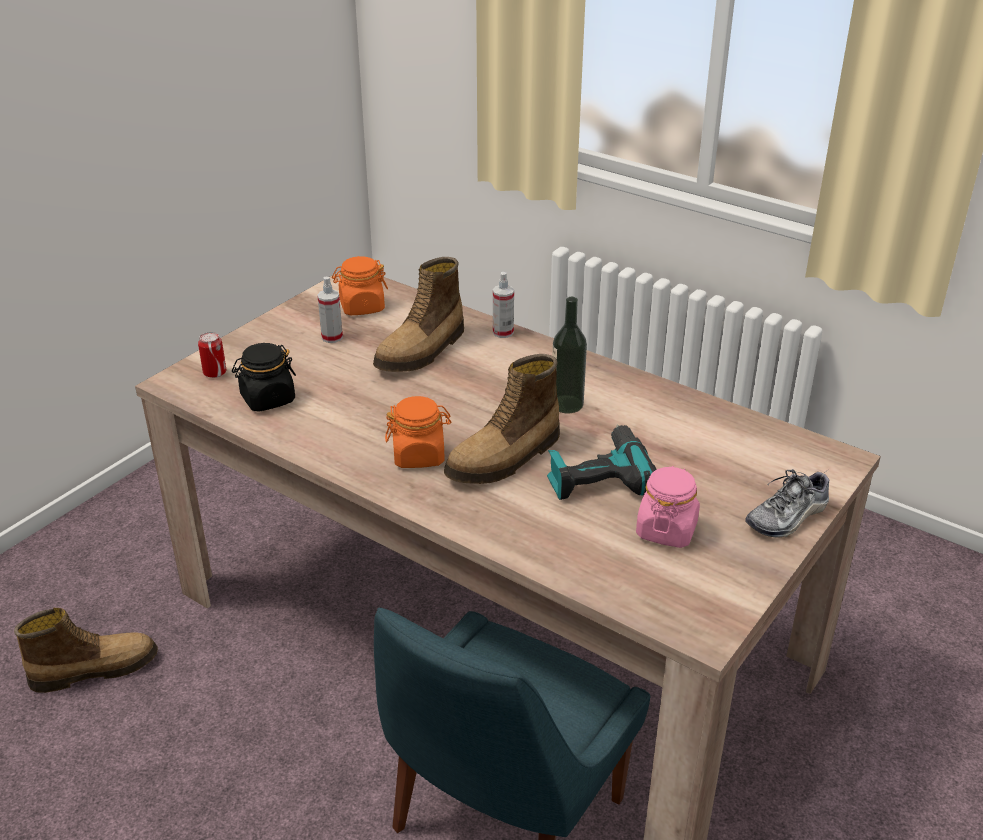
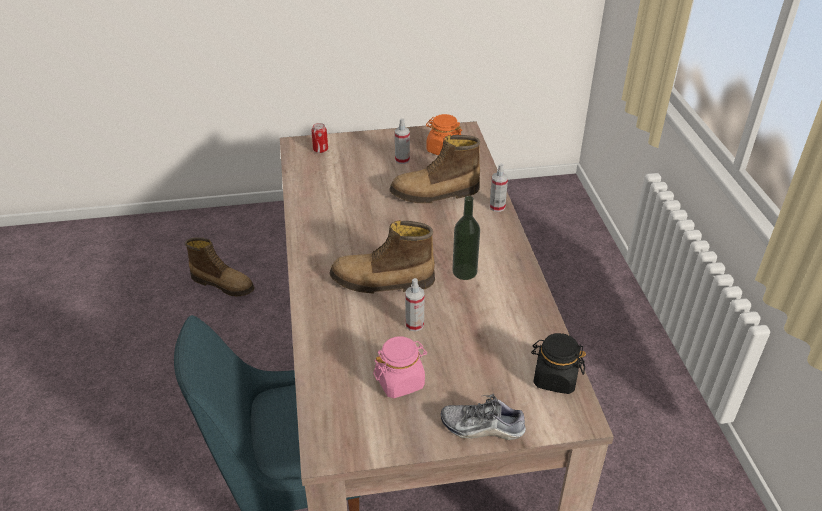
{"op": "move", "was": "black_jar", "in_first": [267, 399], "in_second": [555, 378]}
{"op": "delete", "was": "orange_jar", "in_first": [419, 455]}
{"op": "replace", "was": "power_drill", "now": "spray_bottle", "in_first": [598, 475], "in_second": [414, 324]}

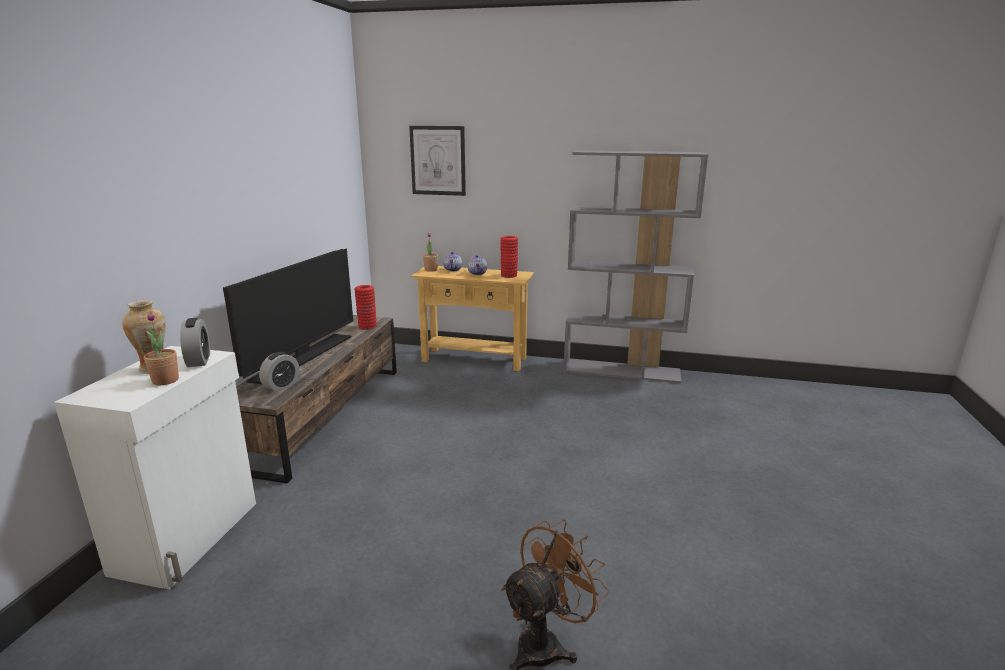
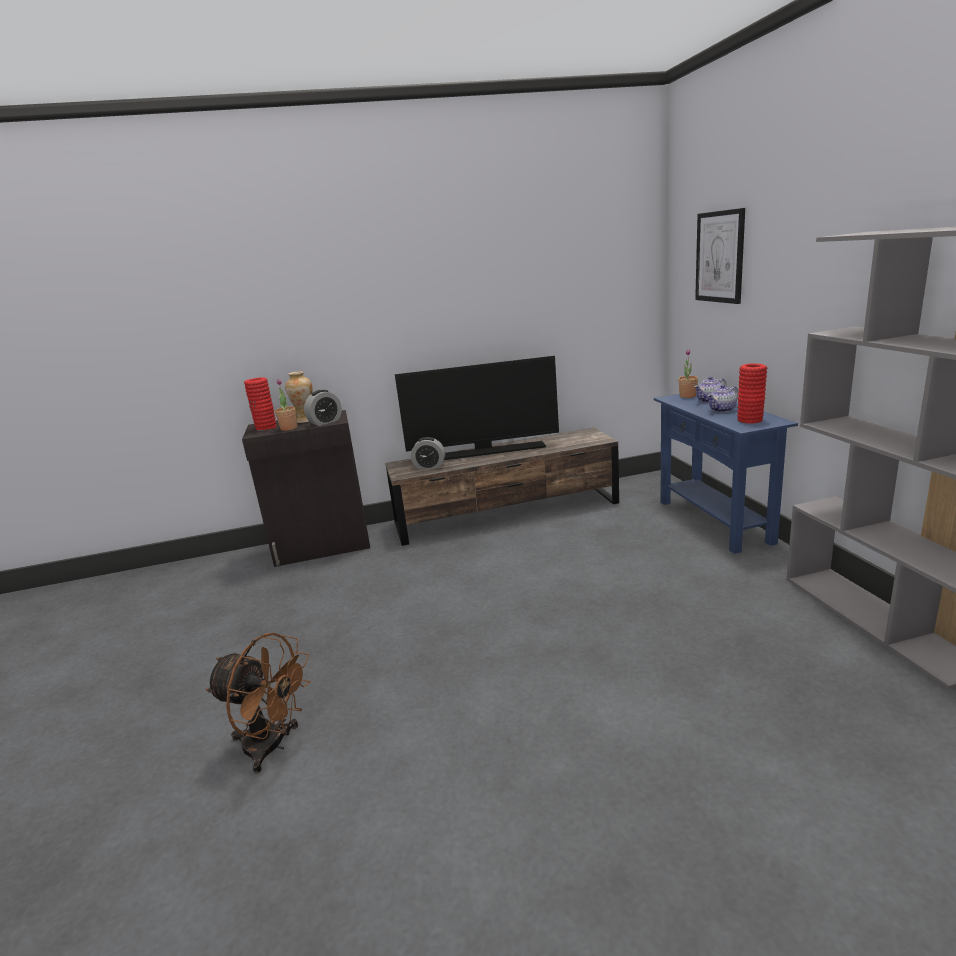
{"op": "recolor", "was": "white_cabinet", "now": "black_cabinet", "in_first": [189, 536], "in_second": [323, 547]}
{"op": "move", "was": "red_vase", "in_first": [367, 326], "in_second": [266, 428]}
{"op": "recolor", "was": "beige_console_table", "now": "blue_console_table", "in_first": [474, 359], "in_second": [713, 521]}

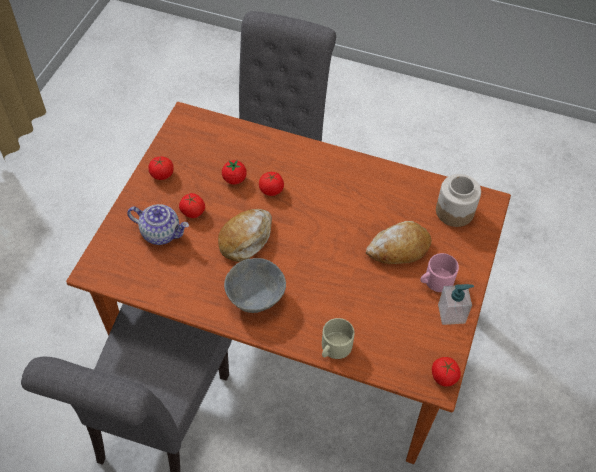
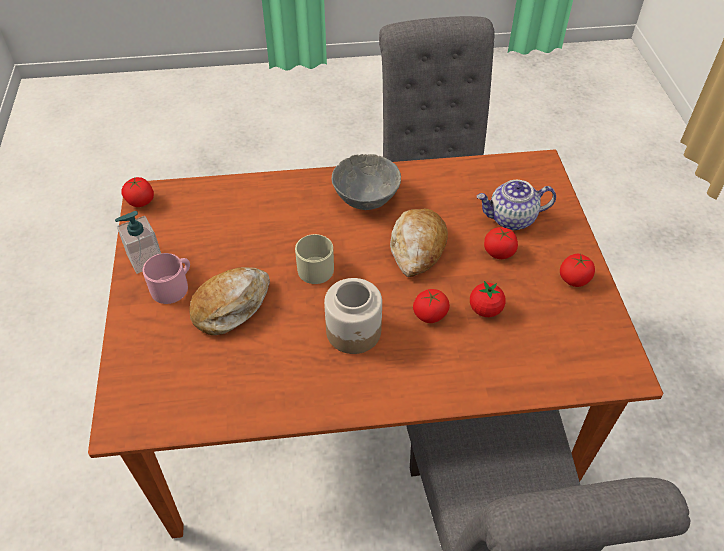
{"op": "move", "was": "beige_mug", "in_first": [334, 348], "in_second": [317, 266]}
{"op": "move", "was": "jar", "in_first": [454, 211], "in_second": [354, 332]}

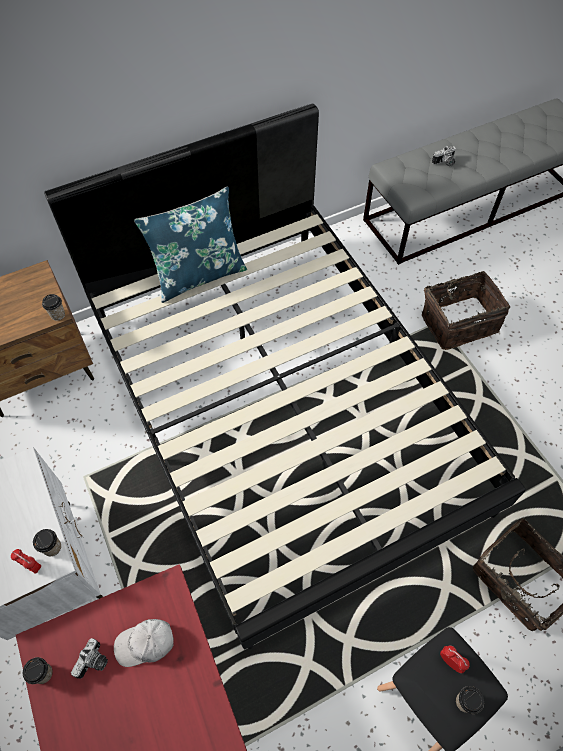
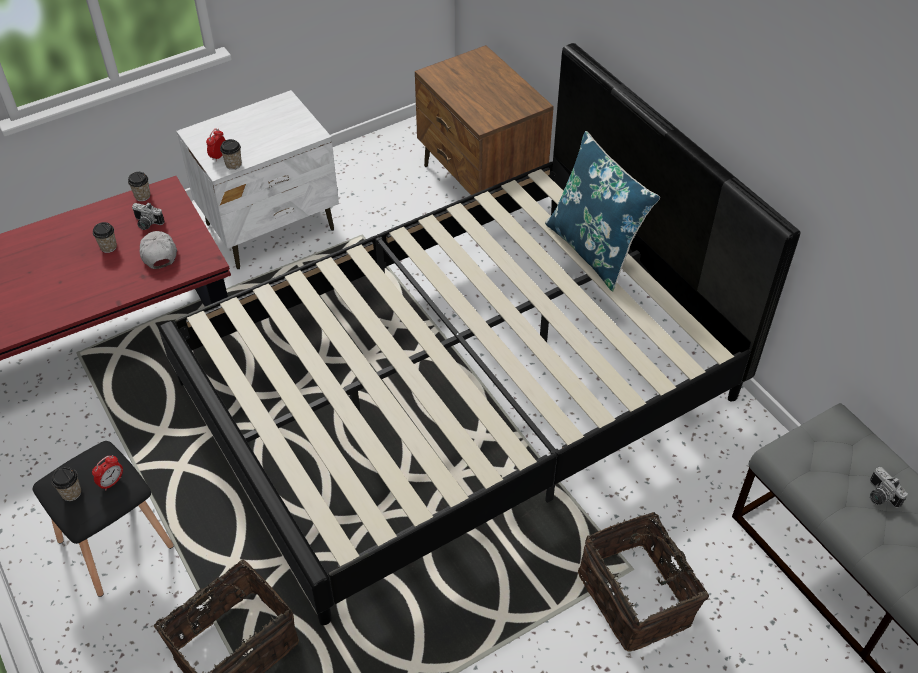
{"op": "move", "was": "cup", "in_first": [58, 315], "in_second": [108, 247]}

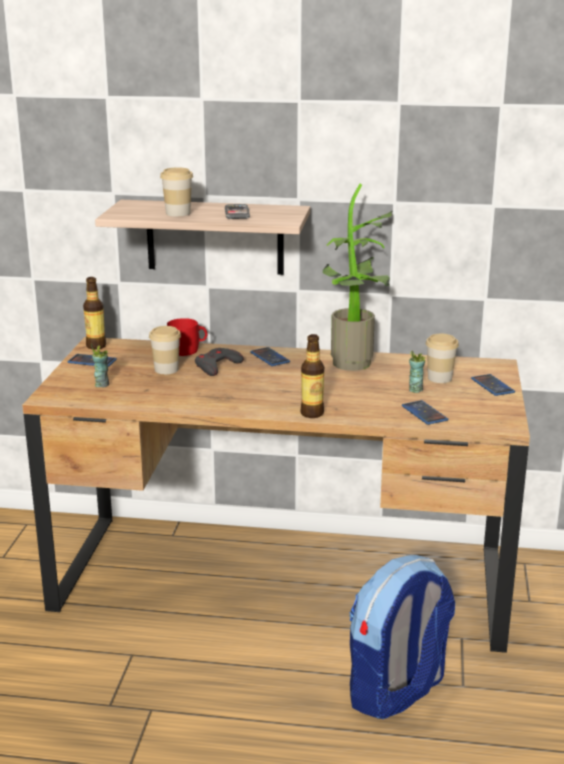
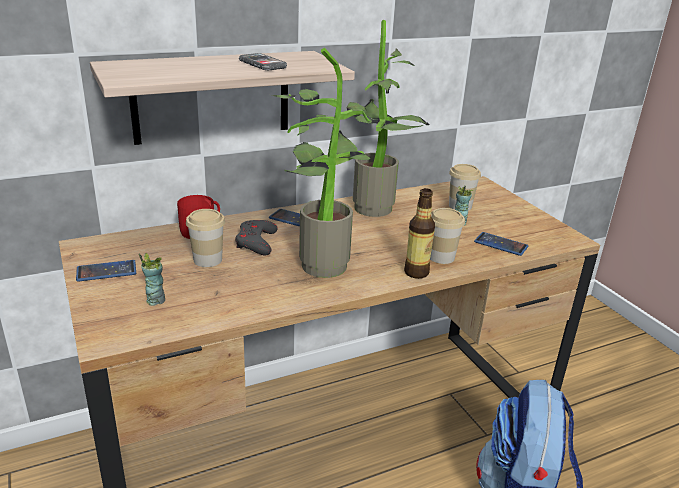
{"op": "delete", "was": "bottle", "in_first": [96, 346]}
{"op": "move", "was": "cup", "in_first": [178, 213], "in_second": [441, 257]}
{"op": "delete", "was": "phone", "in_first": [492, 386]}
{"op": "insert", "now": "potted_plant", "in_second": [321, 262]}

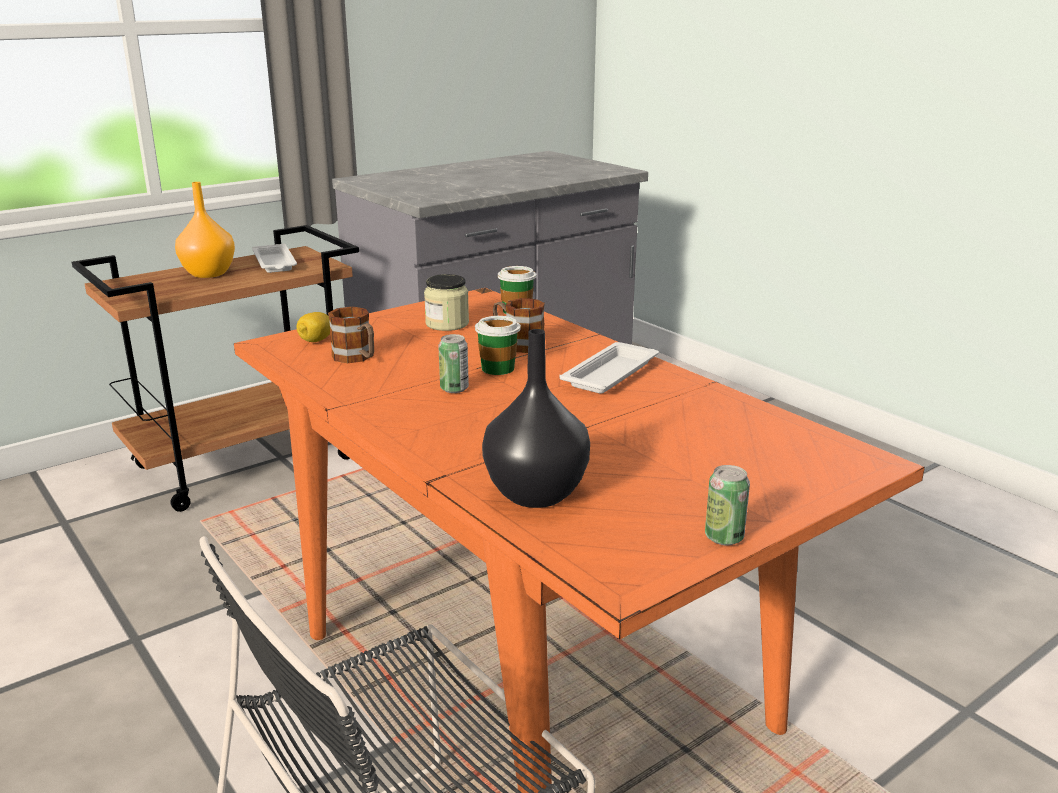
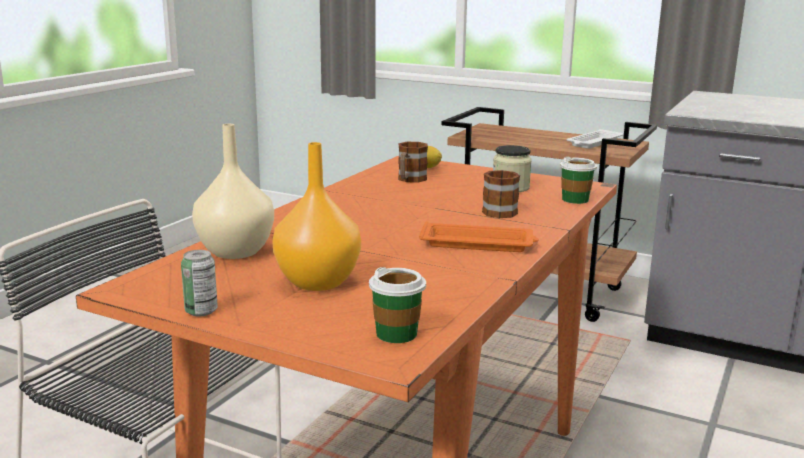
{"op": "move", "was": "orange_vase", "in_first": [209, 274], "in_second": [317, 283]}
{"op": "delete", "was": "can", "in_first": [454, 389]}
{"op": "move", "was": "cup", "in_first": [498, 368], "in_second": [397, 334]}
{"op": "recolor", "was": "black_vase", "now": "beige_vase", "in_first": [536, 495], "in_second": [234, 252]}
{"op": "recolor", "was": "white_tray", "now": "orange_tray", "in_first": [611, 373], "in_second": [479, 244]}

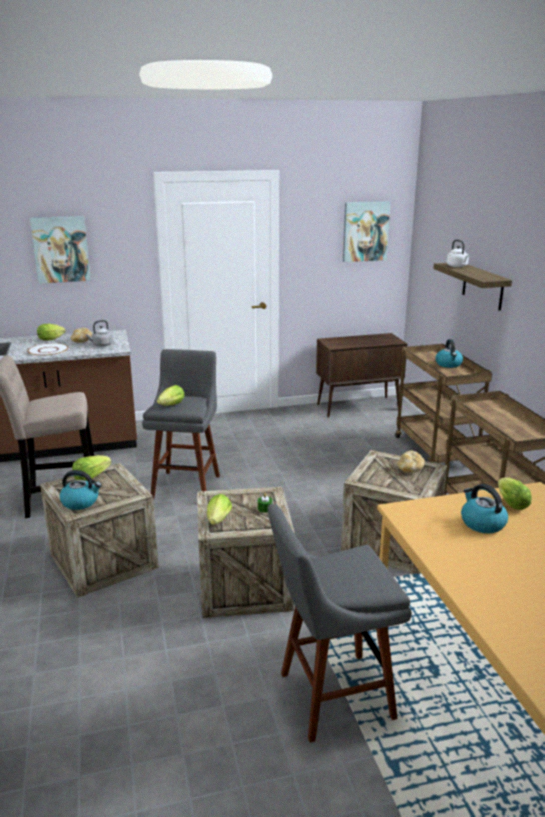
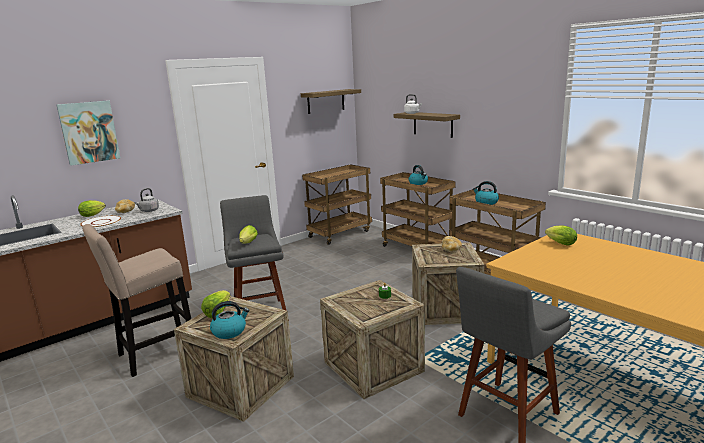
{"op": "delete", "was": "lettuce", "in_first": [218, 522]}
{"op": "replace", "was": "brown_cabinet", "now": "brown_cart", "in_first": [359, 407], "in_second": [340, 233]}
{"op": "replace", "was": "picture", "now": "shelf", "in_first": [365, 231], "in_second": [326, 101]}
{"op": "move", "was": "kettle", "in_first": [482, 523], "in_second": [486, 202]}

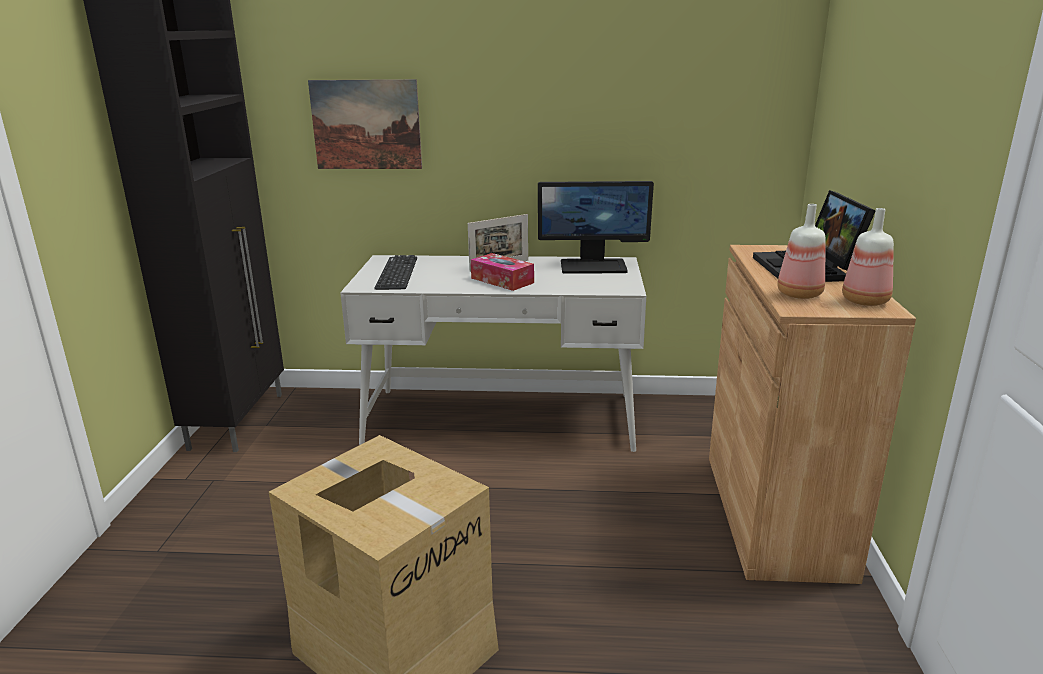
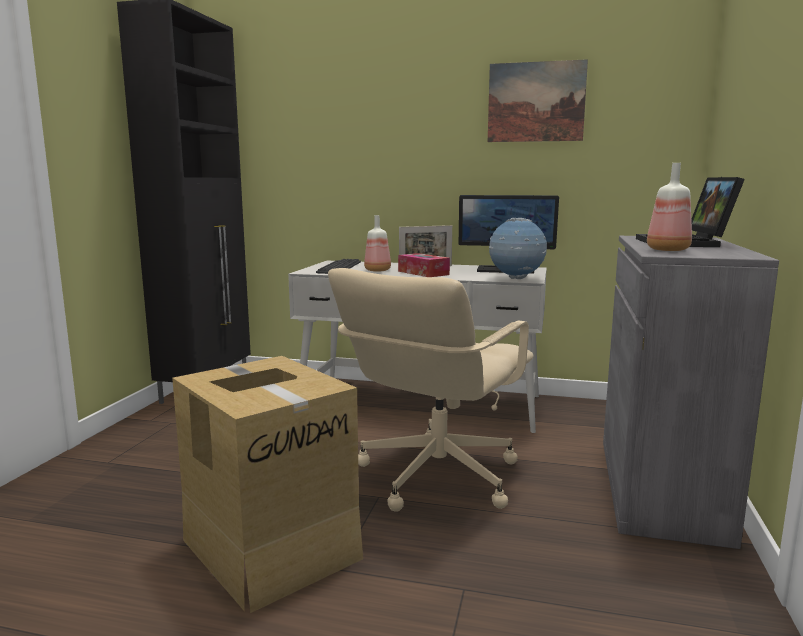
{"op": "move", "was": "picture", "in_first": [366, 125], "in_second": [536, 102]}
{"op": "recolor", "was": "brown_cabinet", "now": "grey_cabinet", "in_first": [775, 514], "in_second": [660, 487]}
{"op": "move", "was": "bottle", "in_first": [866, 301], "in_second": [378, 270]}
{"op": "insert", "now": "beige_office_chair", "in_second": [435, 476]}
{"op": "insert", "now": "globe", "in_second": [516, 279]}

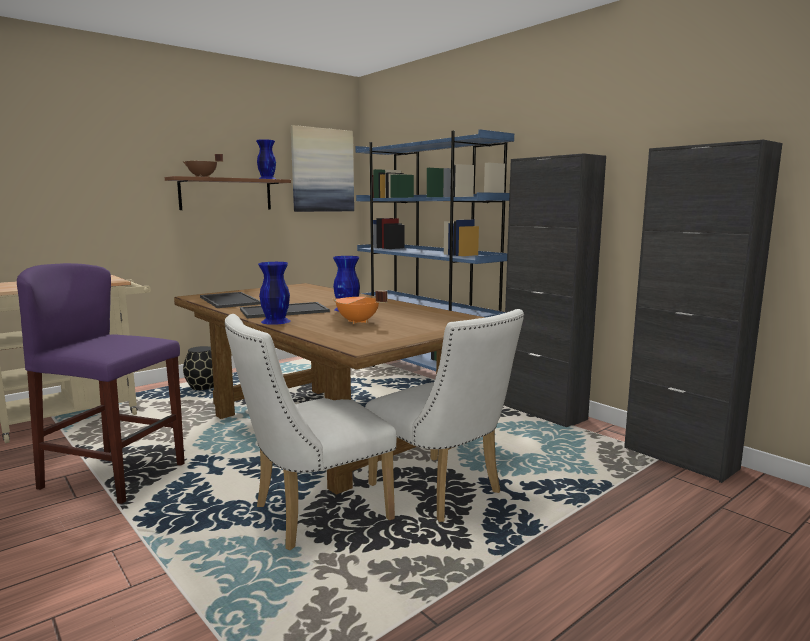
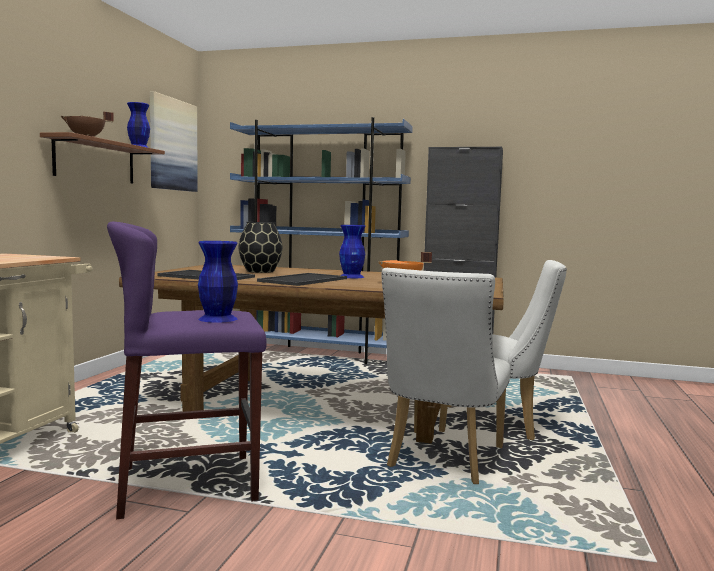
{"op": "move", "was": "black_vase", "in_first": [203, 387], "in_second": [260, 271]}
{"op": "move", "was": "blue_vase", "in_first": [275, 321], "in_second": [217, 319]}
{"op": "delete", "was": "black_cabinet", "in_first": [680, 458]}

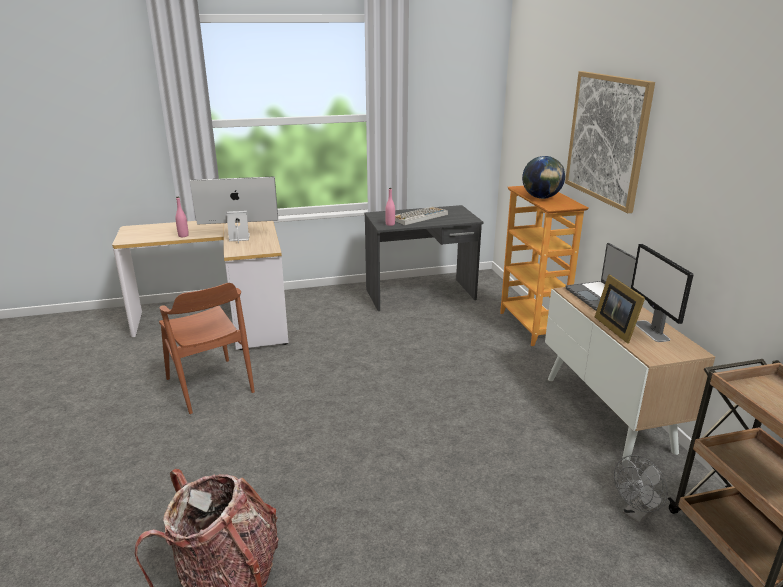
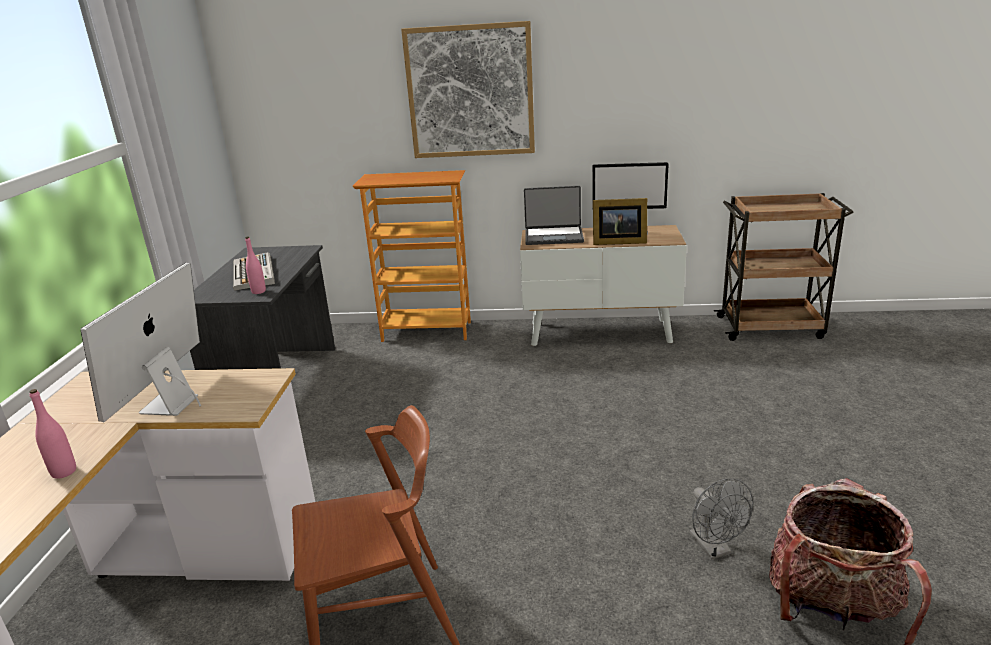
{"op": "delete", "was": "globe", "in_first": [541, 198]}
{"op": "move", "was": "grey_fan", "in_first": [636, 514], "in_second": [714, 548]}

